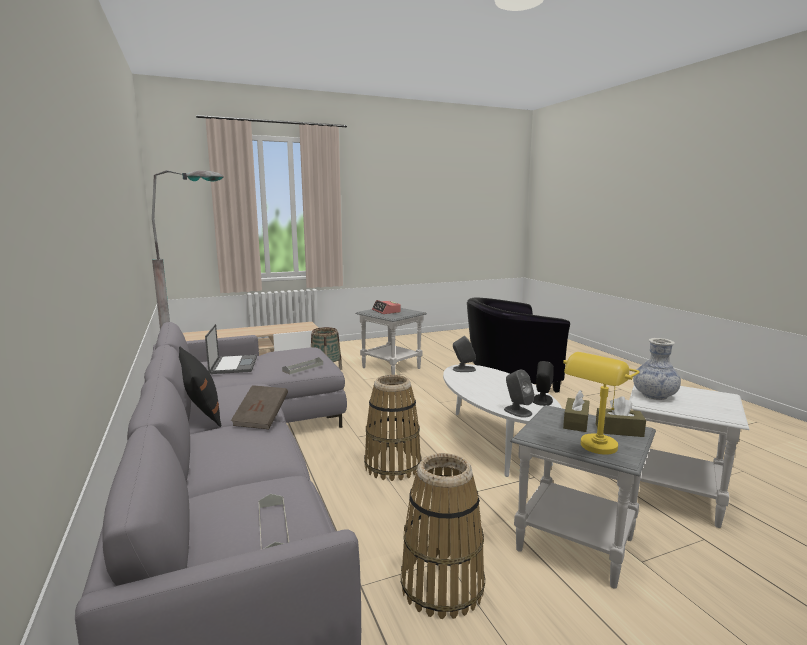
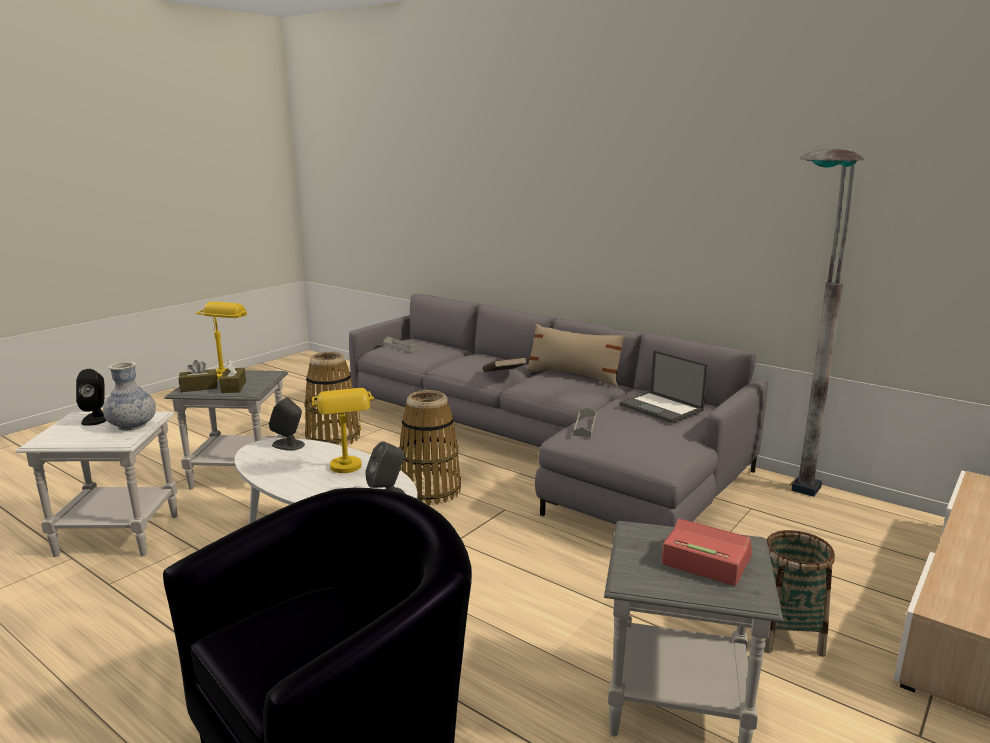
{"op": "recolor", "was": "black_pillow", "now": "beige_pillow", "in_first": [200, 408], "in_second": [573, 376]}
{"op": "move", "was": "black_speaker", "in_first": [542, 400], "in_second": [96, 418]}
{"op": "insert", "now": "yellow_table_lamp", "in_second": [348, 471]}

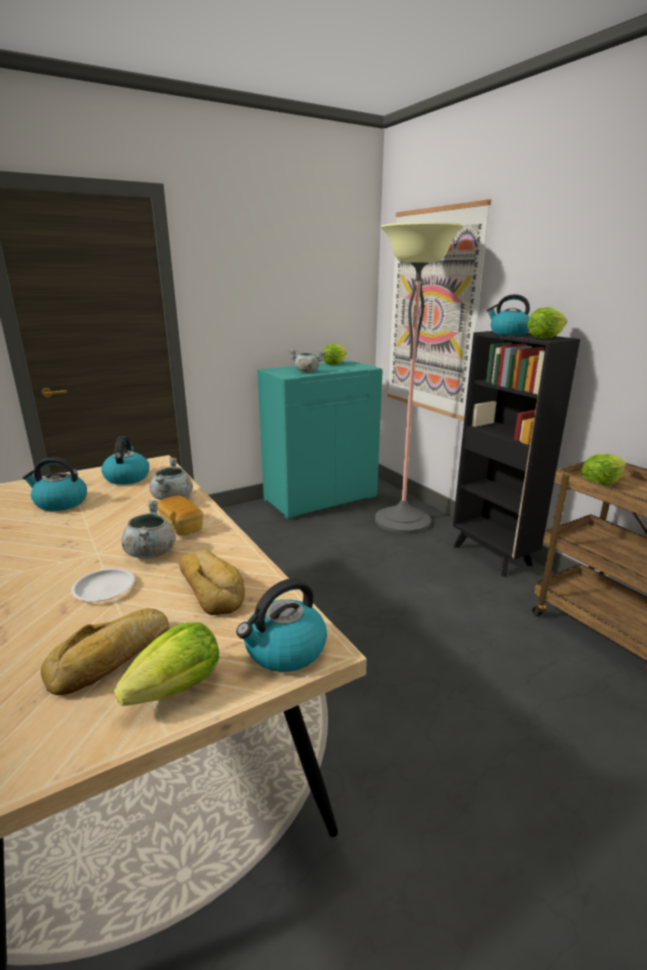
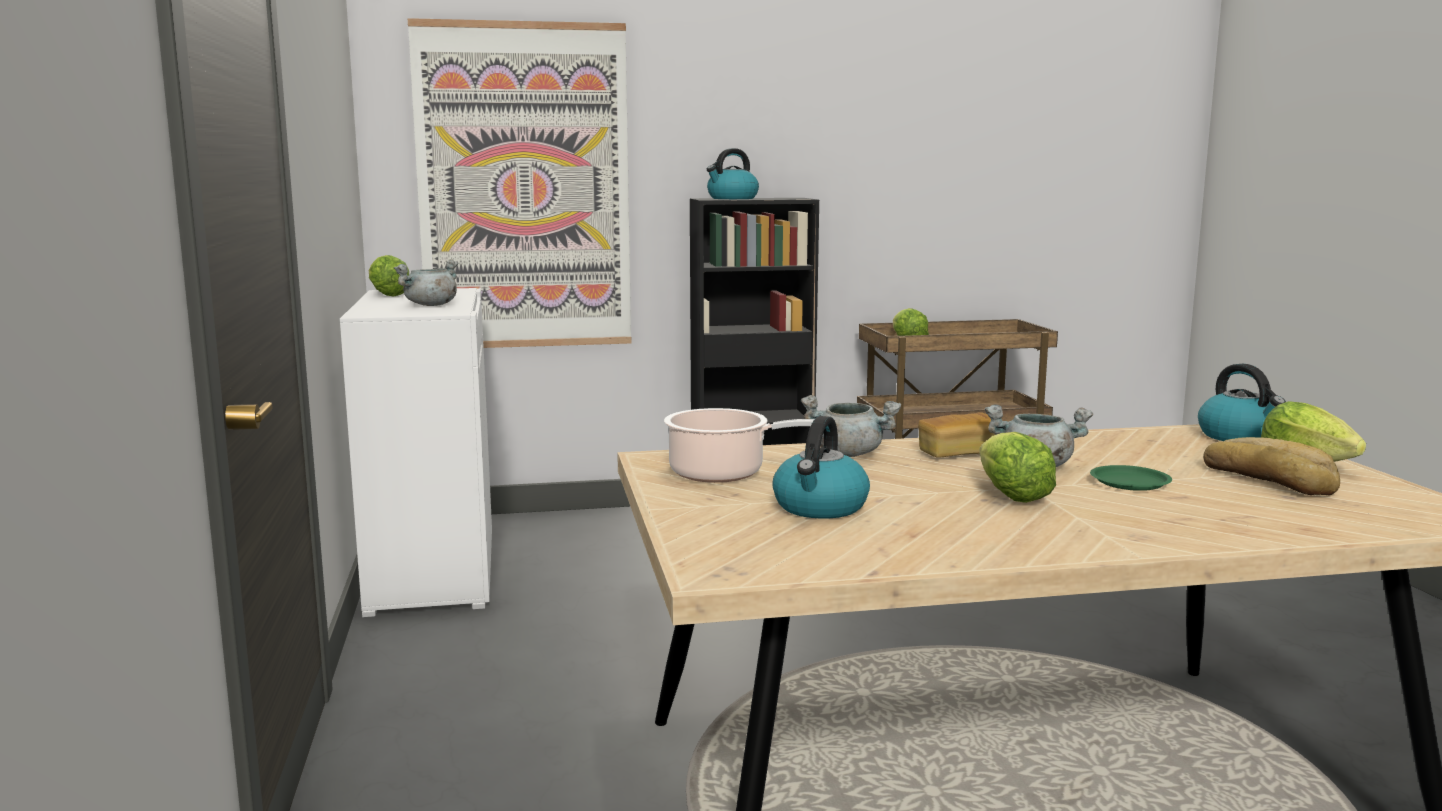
{"op": "recolor", "was": "white_plate", "now": "green_plate", "in_first": [104, 589], "in_second": [1130, 483]}
{"op": "replace", "was": "kettle", "now": "cooking_pot", "in_first": [127, 477], "in_second": [723, 473]}
{"op": "delete", "was": "bread", "in_first": [212, 587]}
{"op": "recolor", "was": "turquoise_cabinet", "now": "white_cabinet", "in_first": [320, 498], "in_second": [431, 570]}
{"op": "delete", "was": "floor_lamp", "in_first": [402, 520]}
{"op": "move", "was": "lettuce", "in_first": [545, 338], "in_second": [1011, 496]}

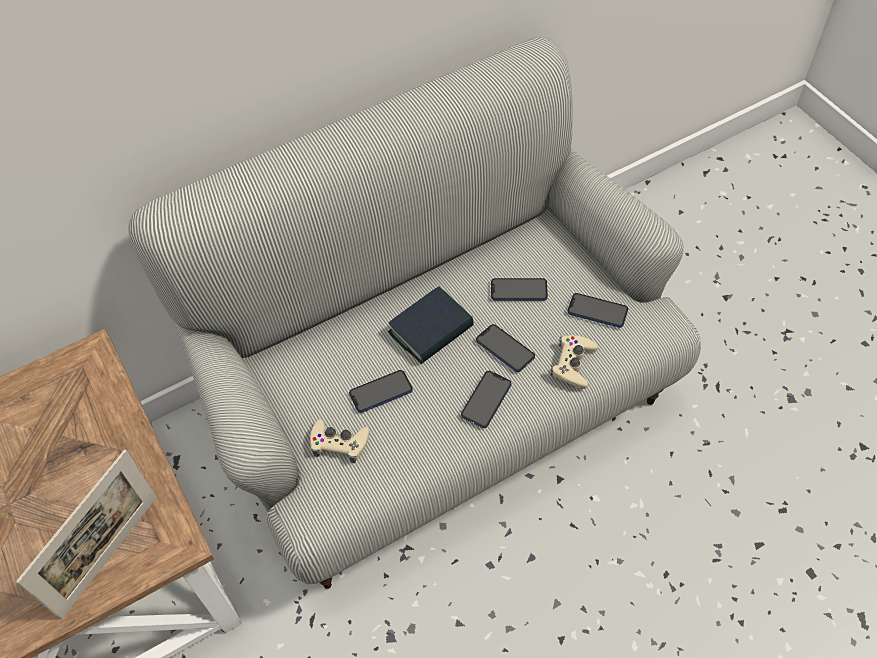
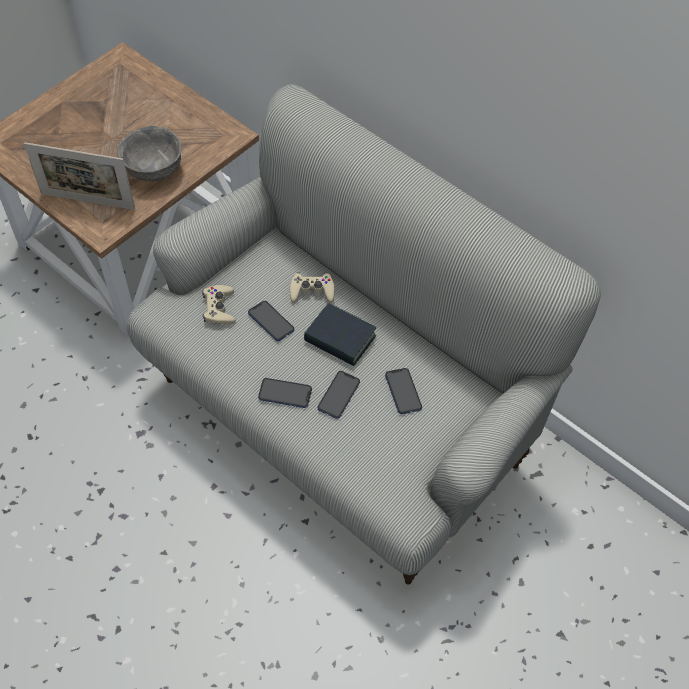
{"op": "move", "was": "beige_game_controller", "in_first": [573, 364], "in_second": [312, 291]}
{"op": "delete", "was": "phone", "in_first": [597, 311]}
{"op": "insert", "now": "grey_bowl", "in_second": [153, 169]}

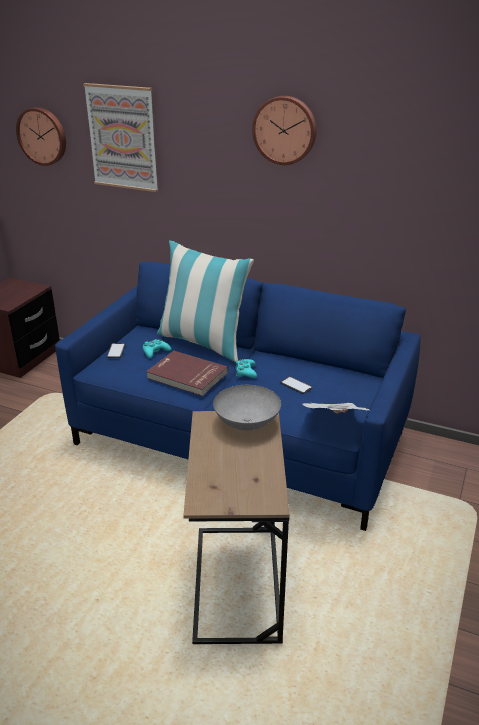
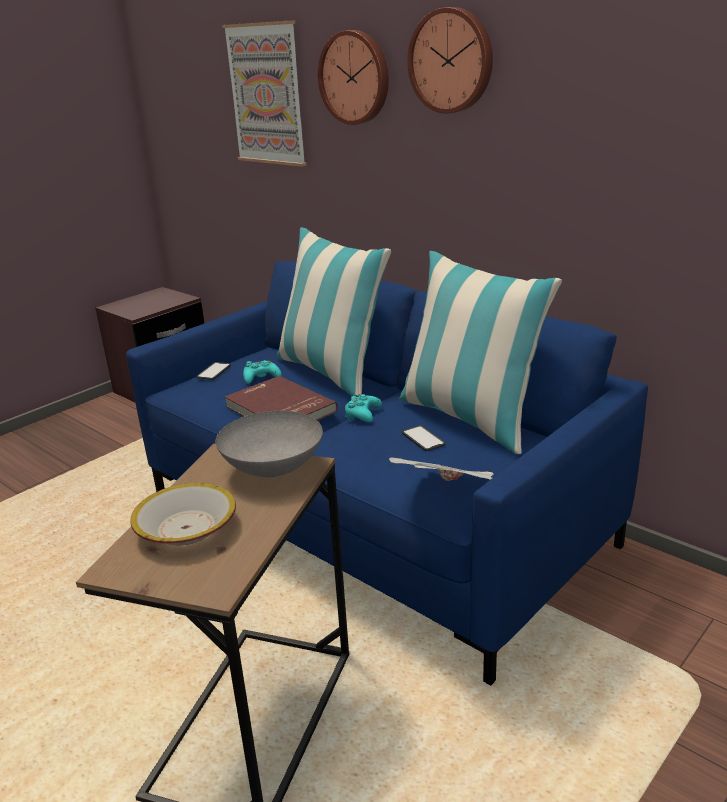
{"op": "move", "was": "wall_clock", "in_first": [43, 136], "in_second": [355, 77]}
{"op": "insert", "now": "bowl", "in_second": [186, 529]}
{"op": "insert", "now": "pillow", "in_second": [470, 418]}

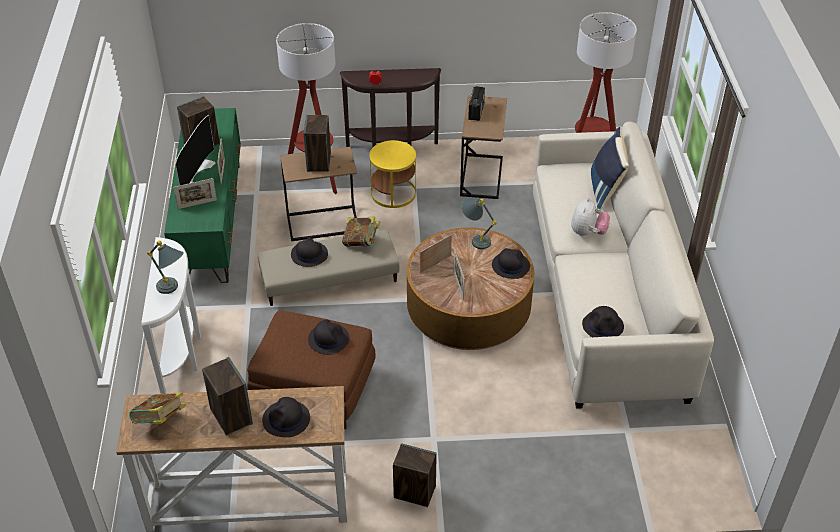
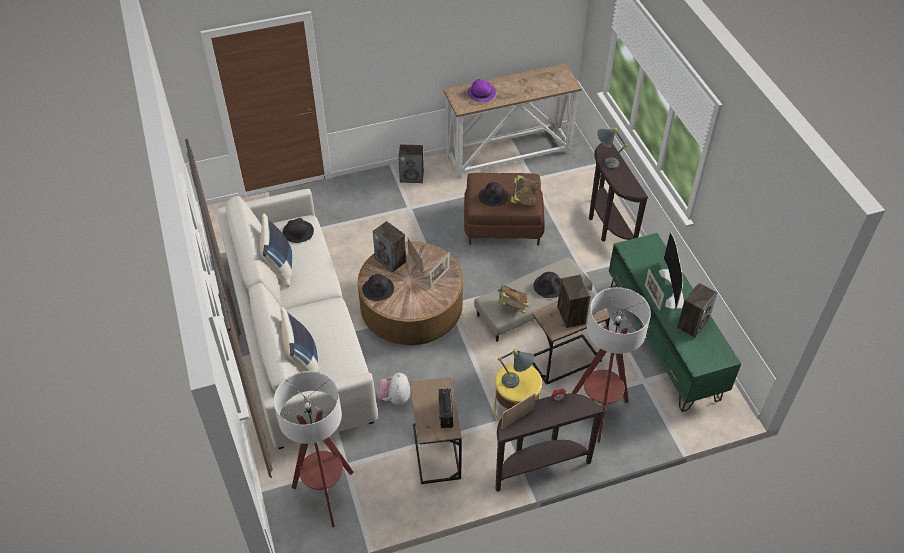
{"op": "move", "was": "book", "in_first": [160, 421], "in_second": [523, 199]}
{"op": "recolor", "was": "white_console_table", "now": "brown_console_table", "in_first": [182, 353], "in_second": [606, 227]}
{"op": "move", "was": "picture_frame", "in_first": [197, 204], "in_second": [517, 419]}
{"op": "move", "was": "speaker", "in_first": [230, 416], "in_second": [391, 260]}
{"op": "recolor", "was": "black_hat", "now": "purple_hat", "in_first": [286, 420], "in_second": [481, 92]}
{"op": "move", "was": "grey_table_lamp", "in_first": [475, 239], "in_second": [517, 382]}
{"op": "move", "was": "plush_toy", "in_first": [588, 232], "in_second": [395, 398]}
{"op": "insert", "now": "blue_pillow", "in_second": [279, 266]}

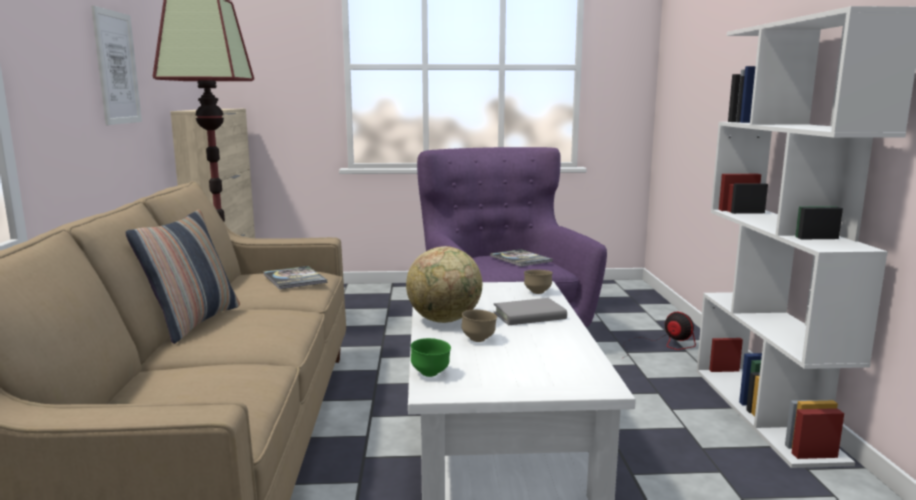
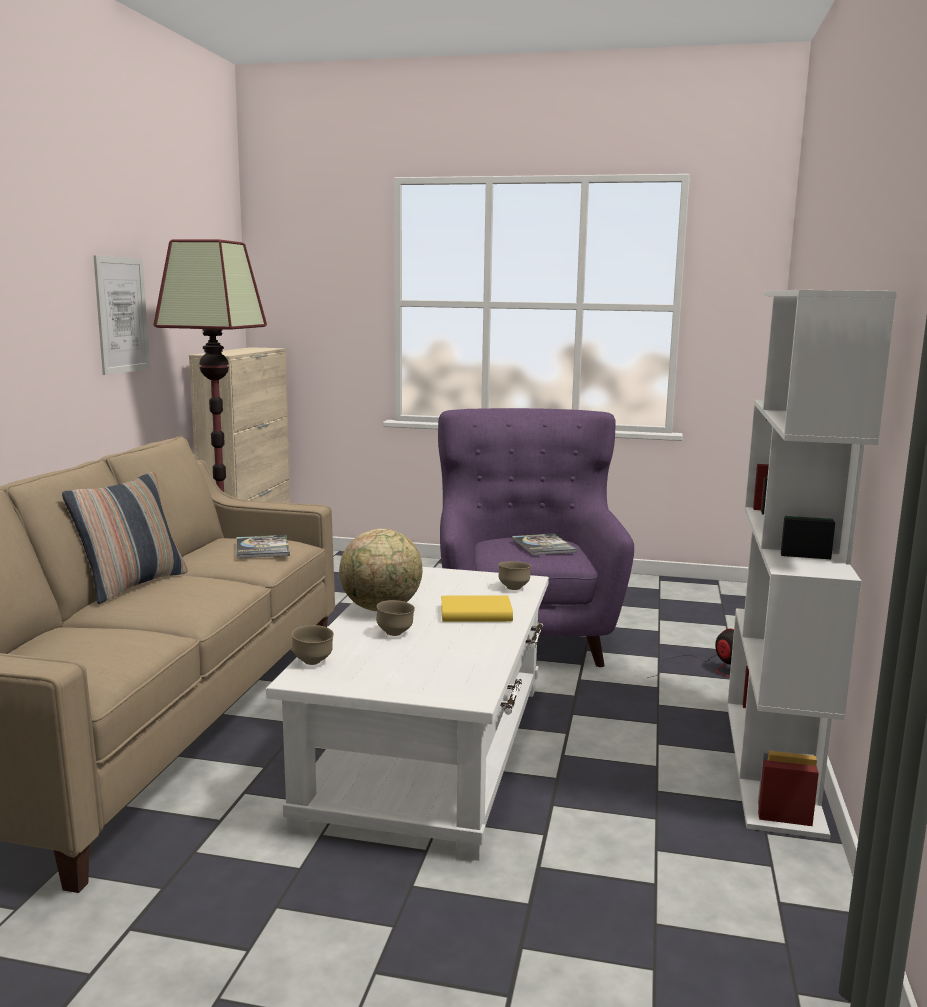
{"op": "recolor", "was": "green_bowl", "now": "brown_bowl", "in_first": [431, 374], "in_second": [313, 662]}
{"op": "recolor", "was": "grey_book", "now": "yellow_book", "in_first": [529, 316], "in_second": [476, 614]}

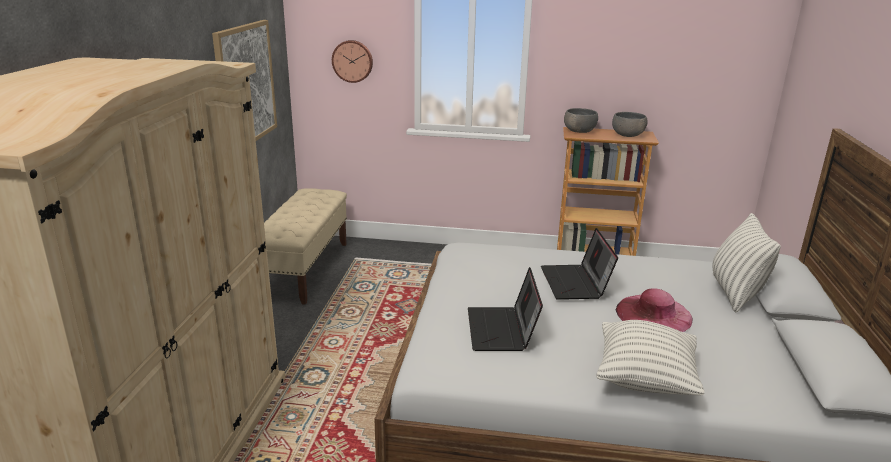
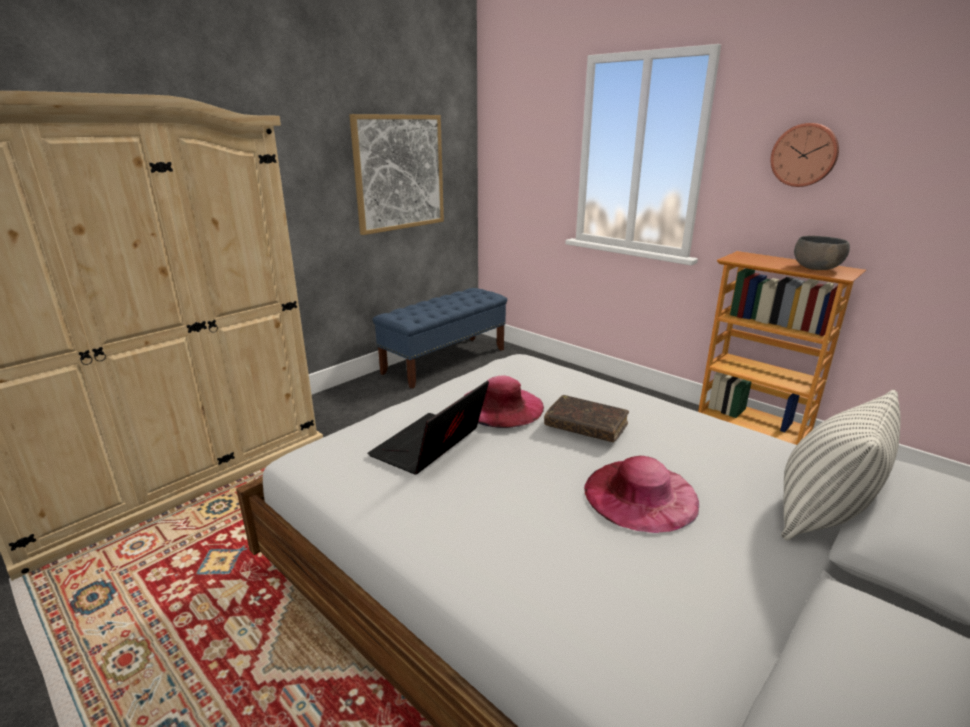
{"op": "recolor", "was": "beige_bench", "now": "blue_bench", "in_first": [304, 269], "in_second": [445, 361]}
{"op": "move", "was": "wall_clock", "in_first": [352, 61], "in_second": [804, 155]}
{"op": "replace", "was": "laptop", "now": "brown_book", "in_first": [576, 283], "in_second": [586, 426]}
{"op": "delete", "was": "grey_bowl", "in_first": [579, 131]}
{"op": "delete", "was": "pillow", "in_first": [644, 379]}
{"op": "insert", "now": "pink_hat", "in_second": [501, 406]}

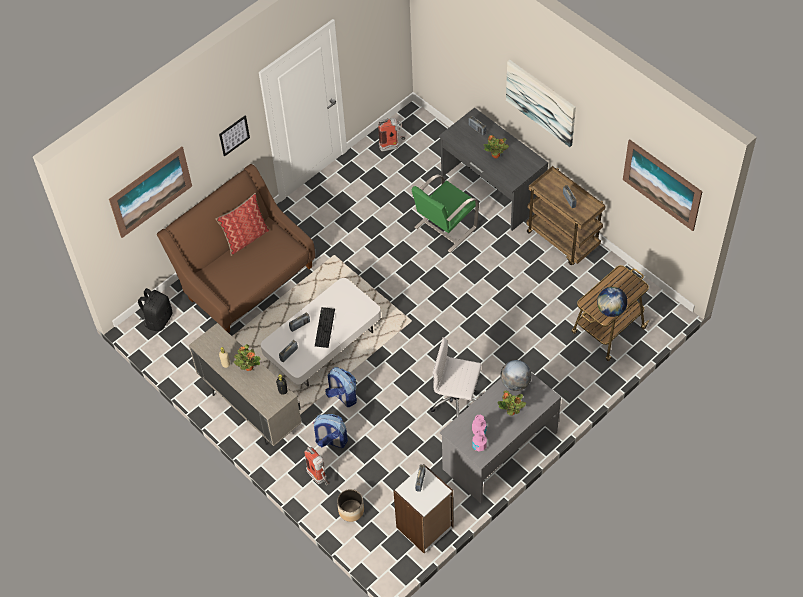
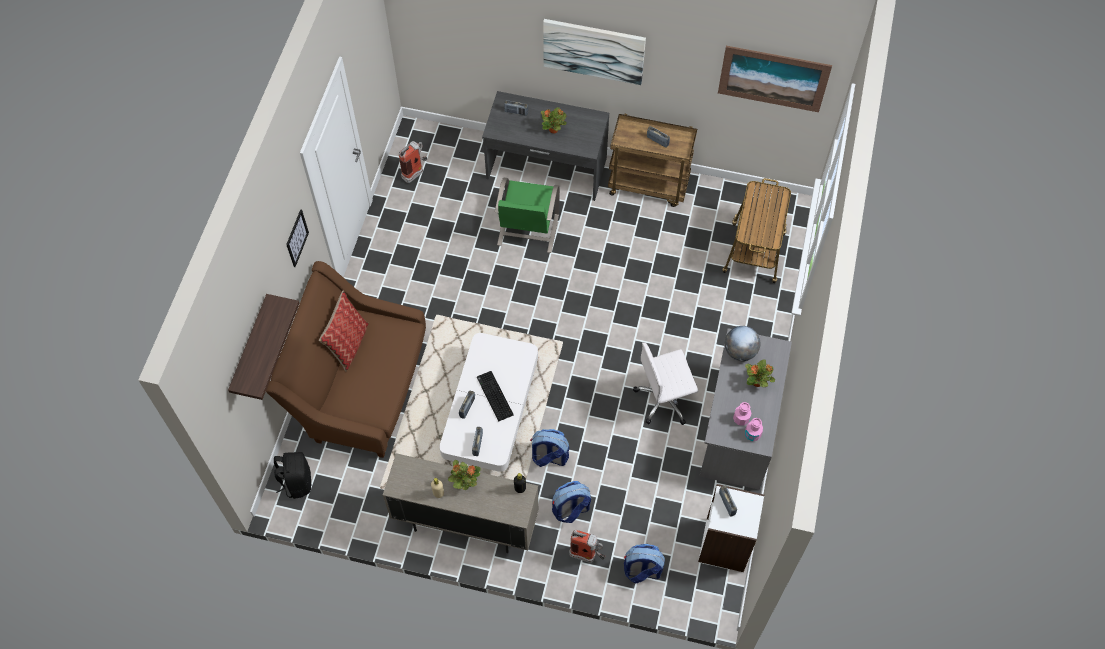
{"op": "replace", "was": "picture", "now": "shelf", "in_first": [151, 192], "in_second": [250, 348]}
{"op": "replace", "was": "planter", "now": "backpack", "in_first": [351, 510], "in_second": [642, 570]}
{"op": "delete", "was": "globe", "in_first": [611, 309]}

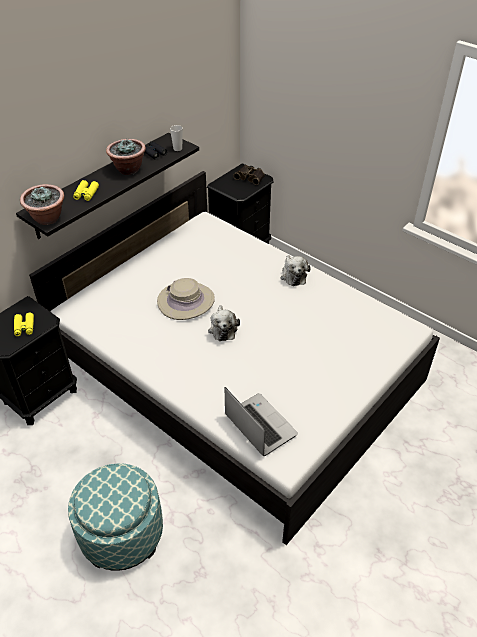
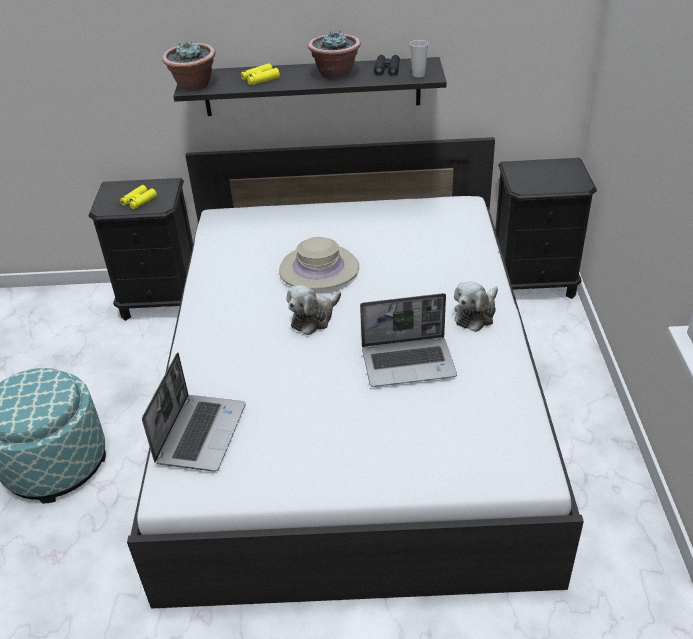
{"op": "delete", "was": "binoculars", "in_first": [250, 177]}
{"op": "insert", "now": "laptop", "in_second": [409, 362]}

